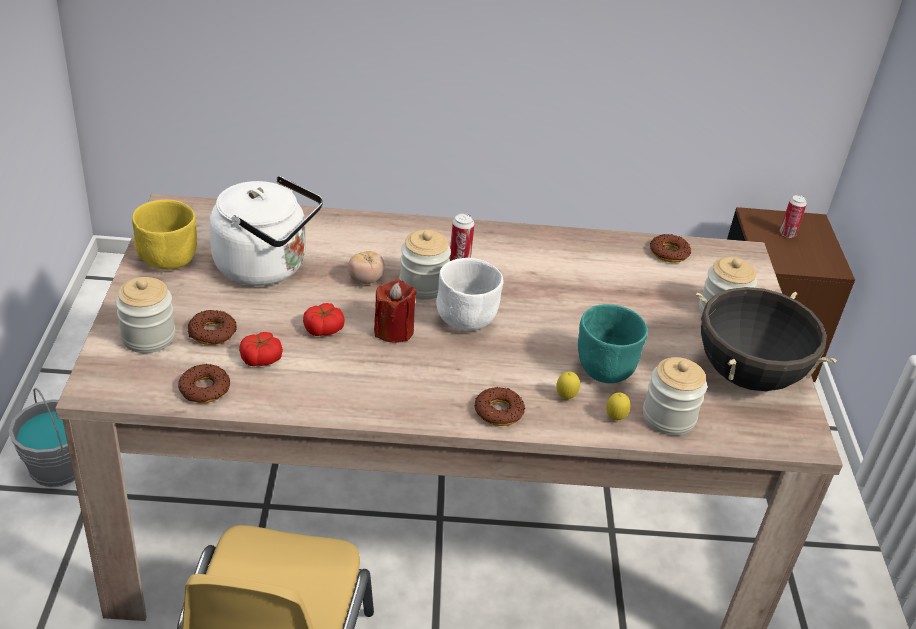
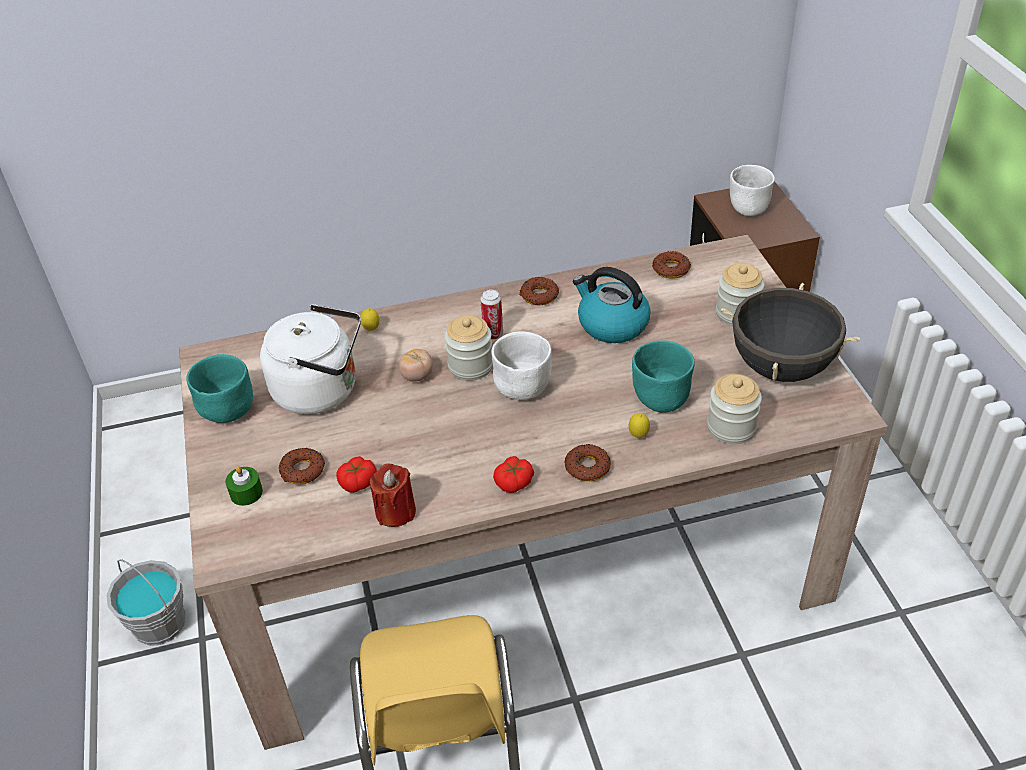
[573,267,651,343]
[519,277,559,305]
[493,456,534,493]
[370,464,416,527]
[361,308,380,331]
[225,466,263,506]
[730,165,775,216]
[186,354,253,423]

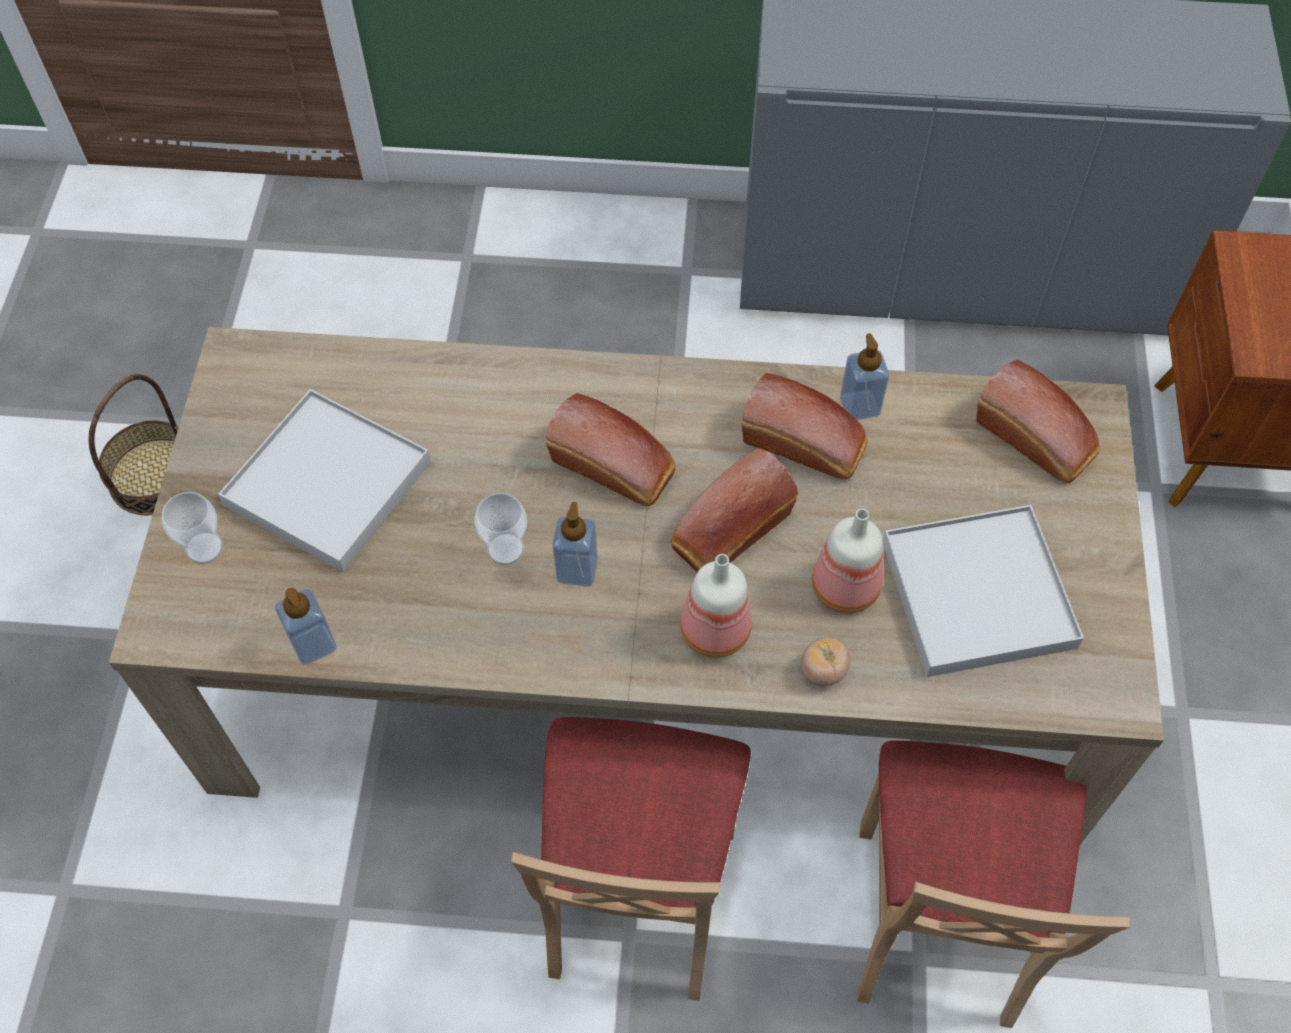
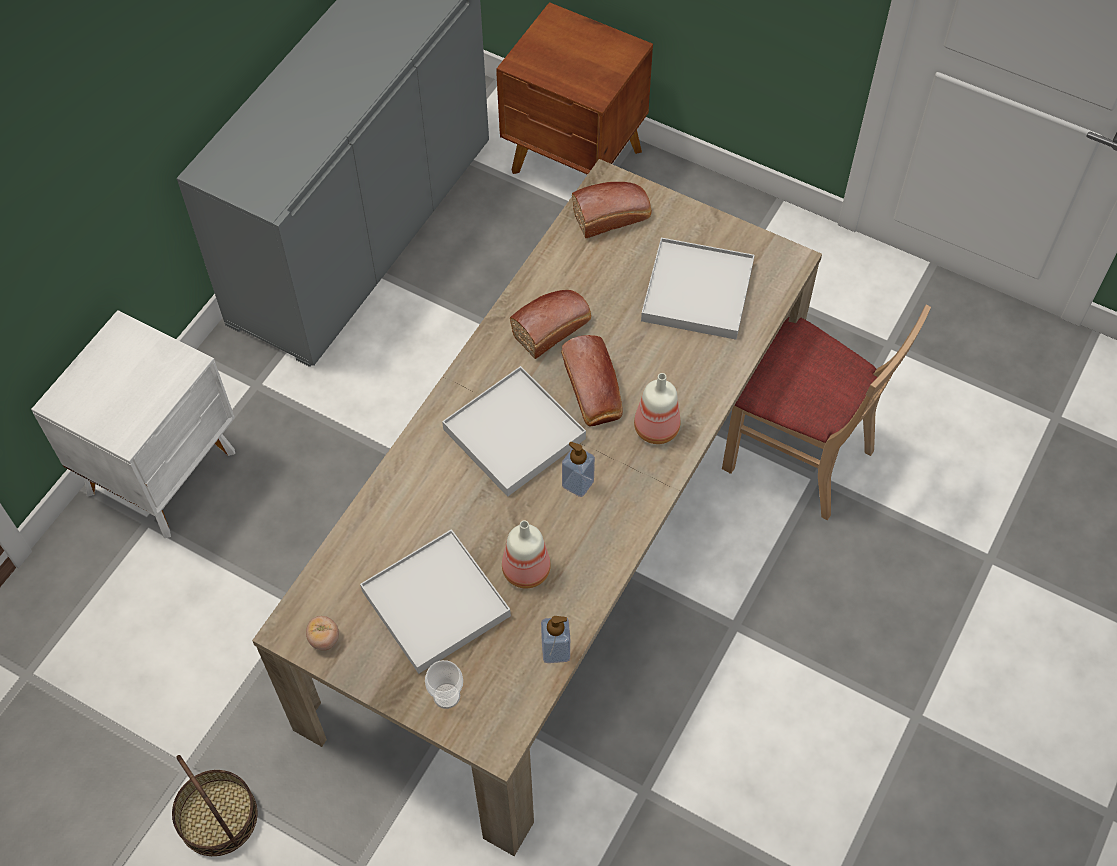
[475,493,527,565] (first image)
[511,717,751,1001] (first image)
[840,333,889,420] (first image)
[31,310,235,538]
[306,616,339,651]
[502,520,551,588]
[442,366,586,497]

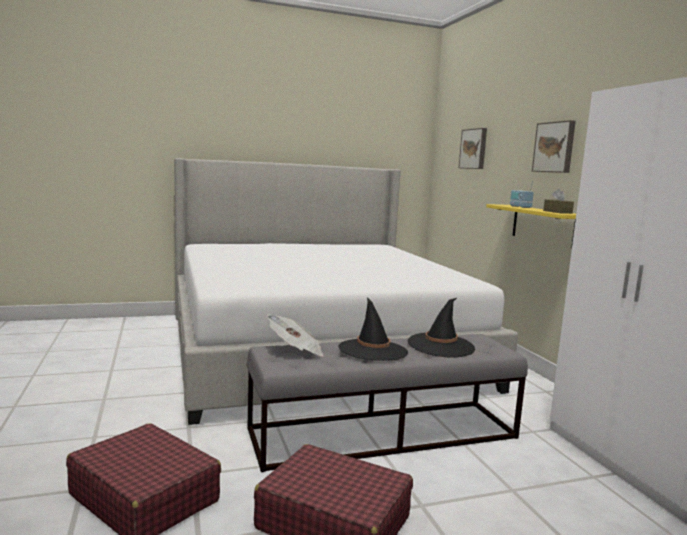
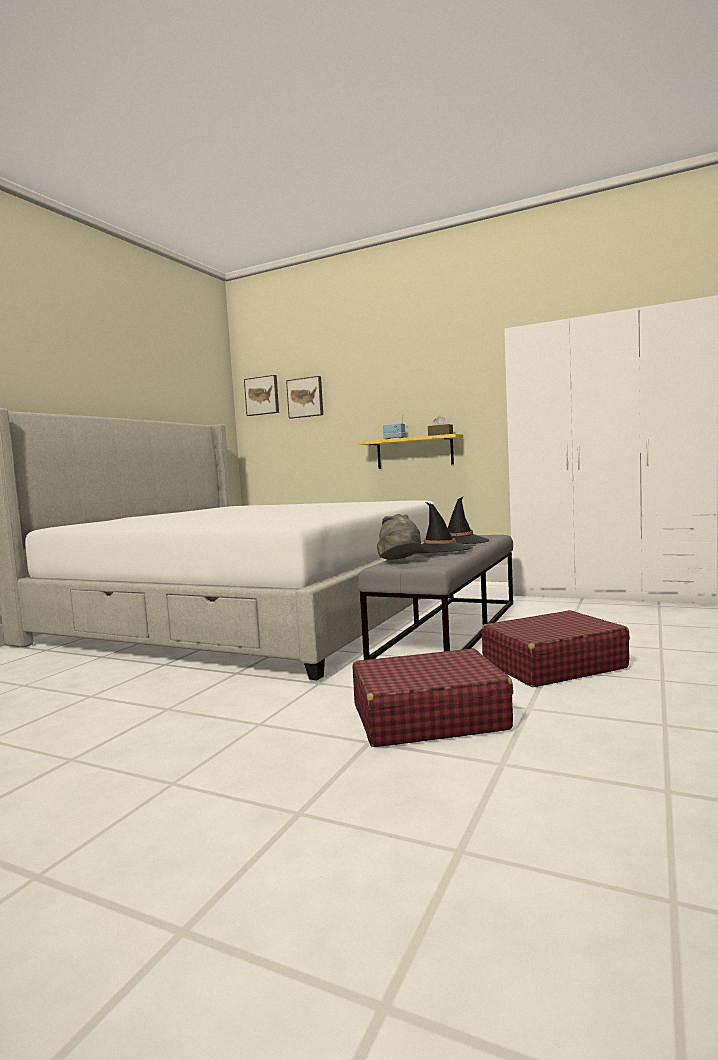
[244,375,279,416]
[377,514,421,560]

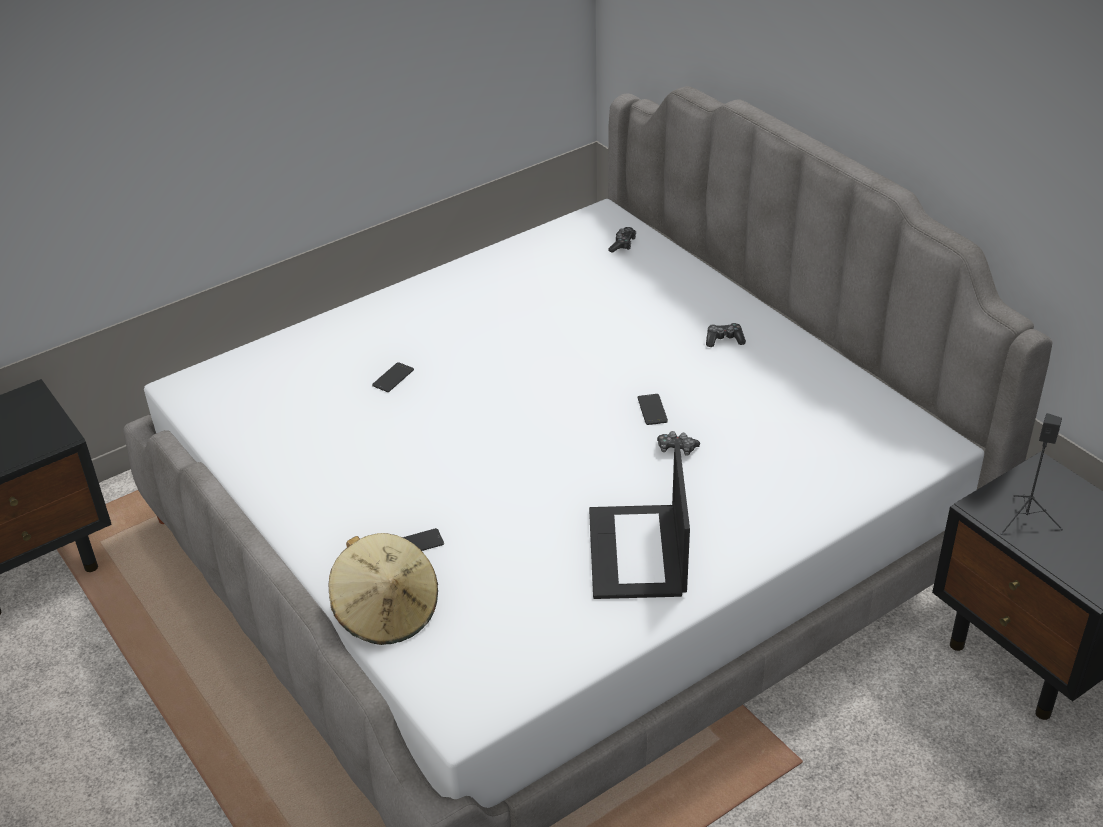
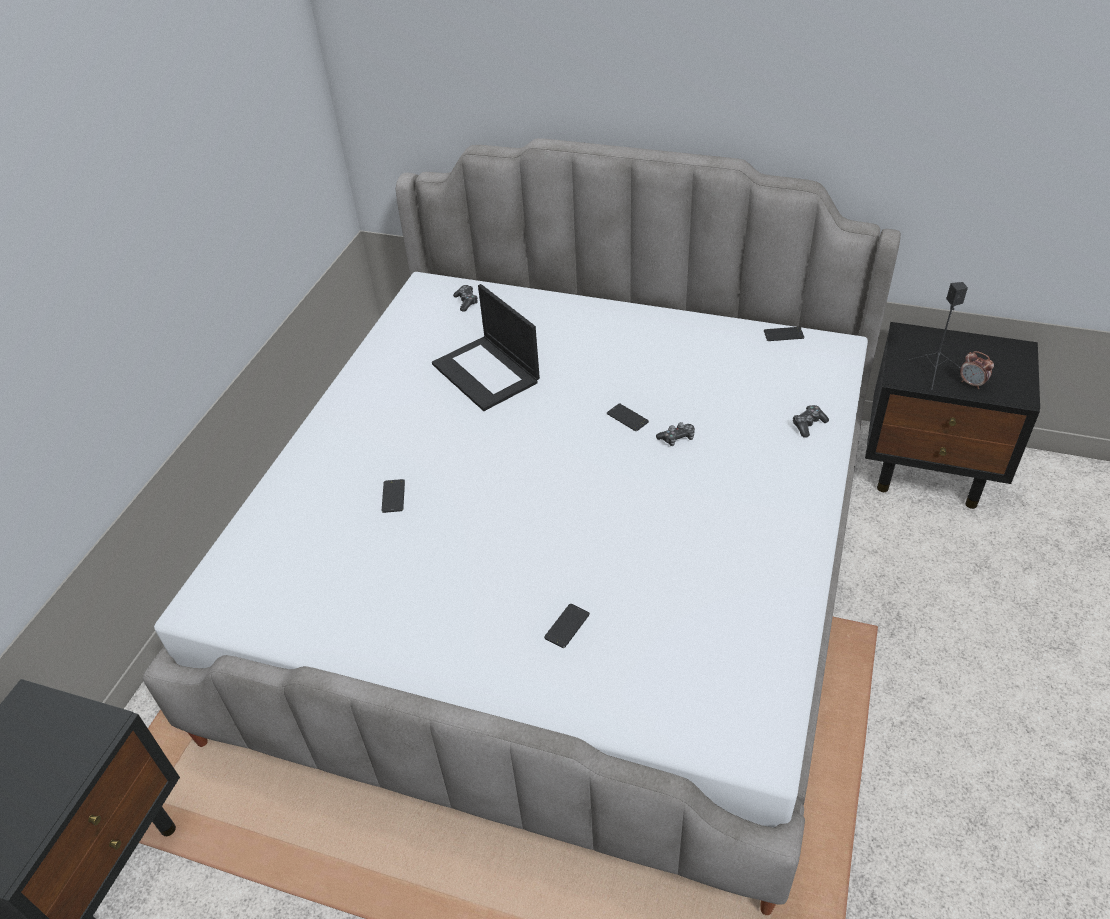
[329,533,438,645] (first image)
[764,327,804,341]
[960,351,994,389]
[432,284,540,411]
[793,405,829,437]

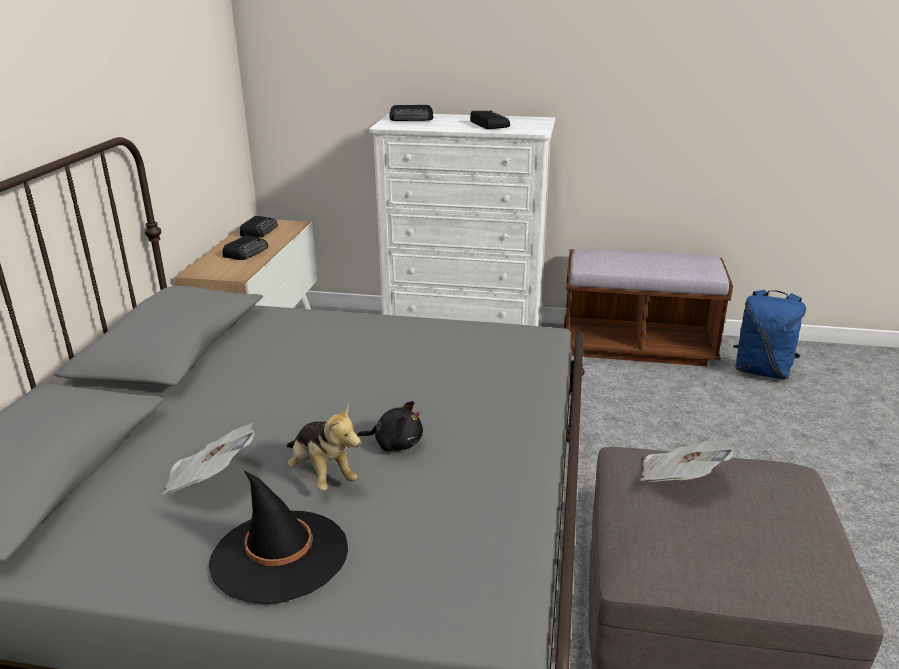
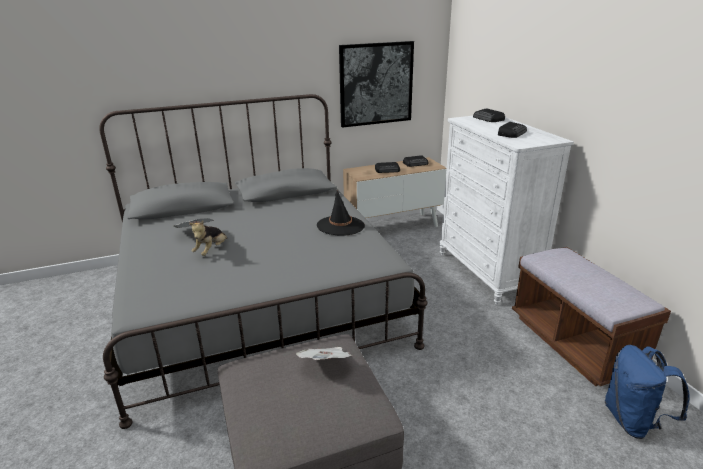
[357,401,423,451] (first image)
[339,41,414,128]
[317,190,365,236]

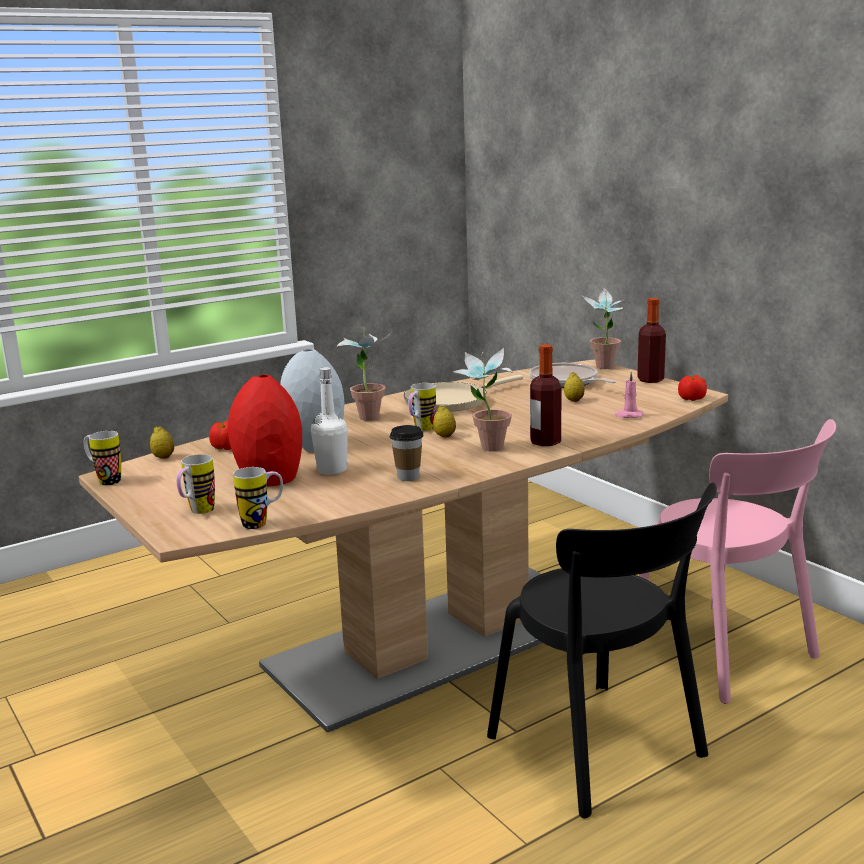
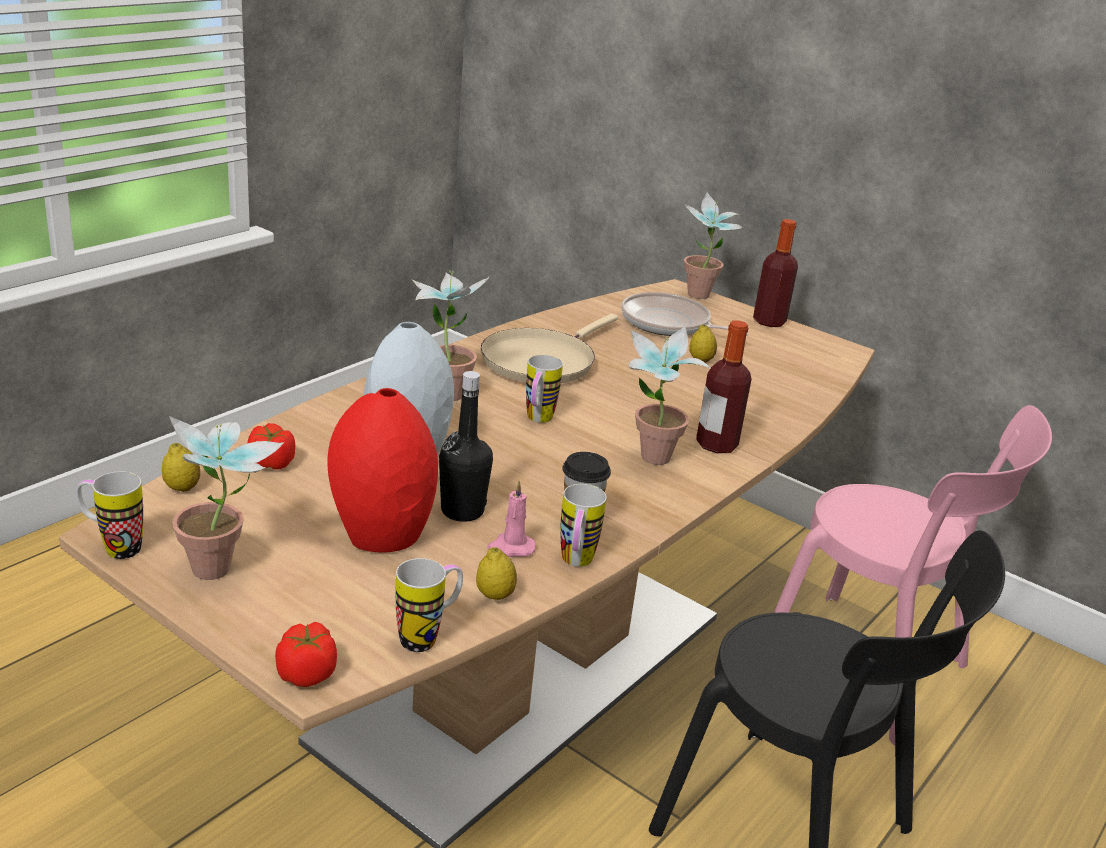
[169,416,284,580]
[560,484,607,567]
[476,547,517,600]
[487,481,536,557]
[275,622,337,687]
[439,371,493,522]

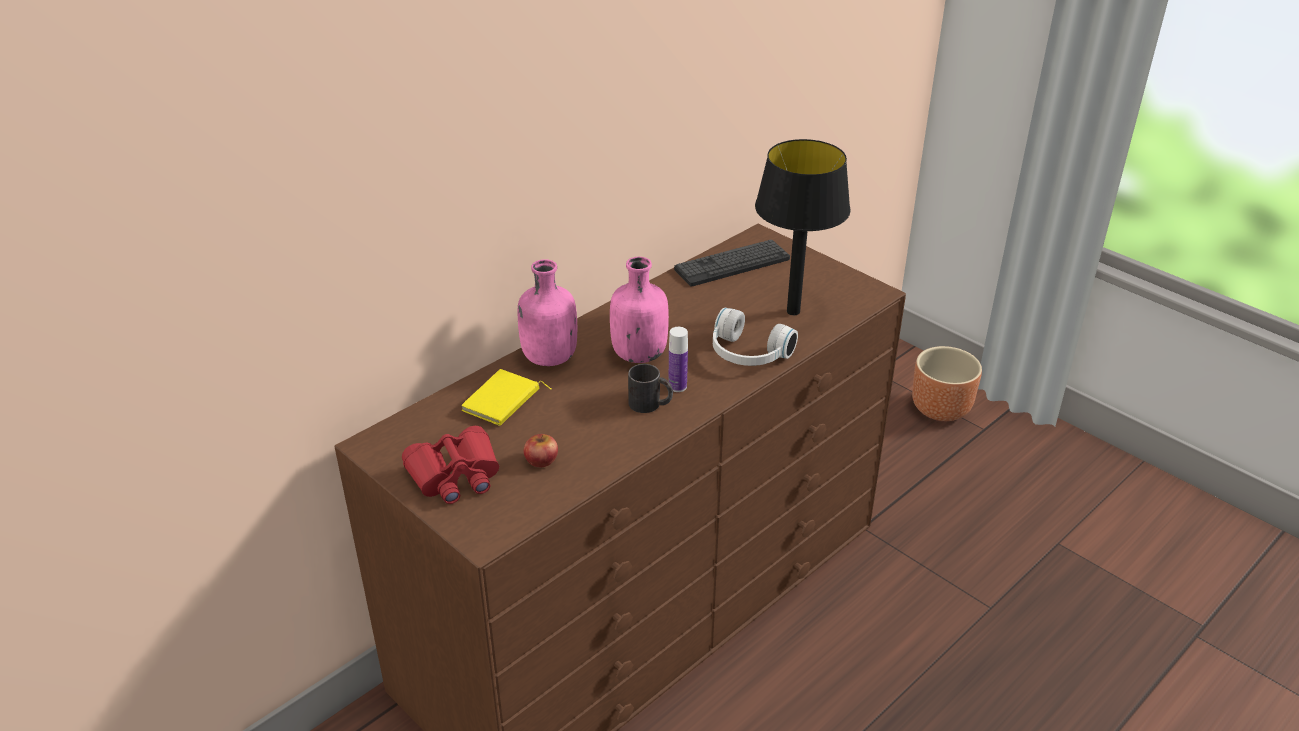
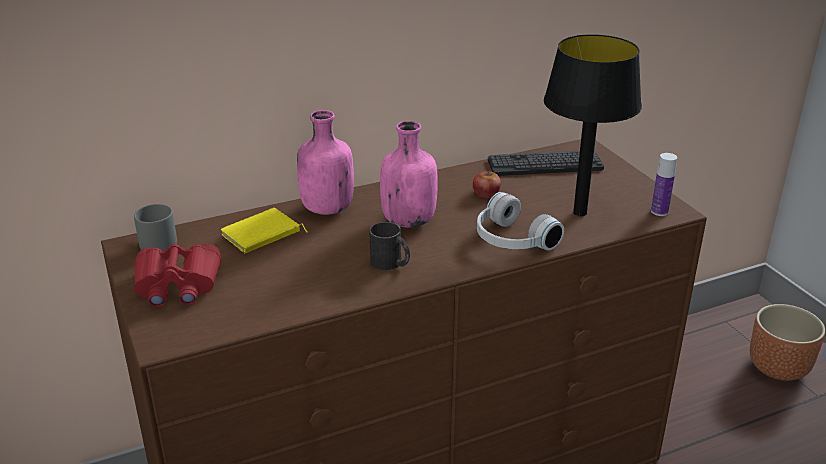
[134,204,177,251]
[473,170,501,198]
[651,153,677,216]

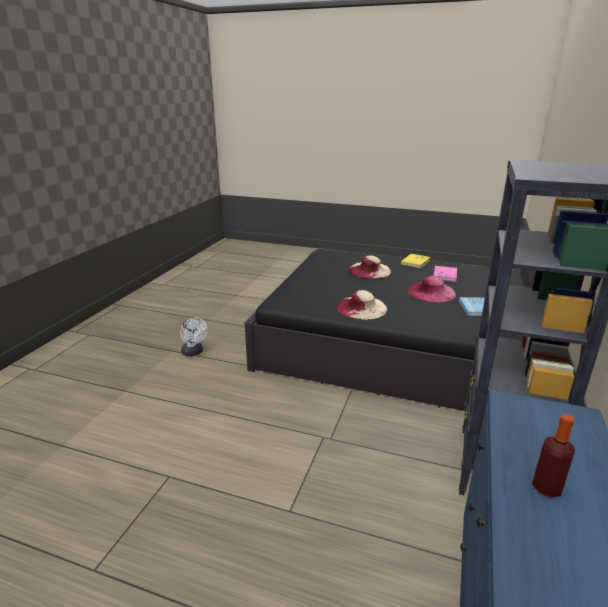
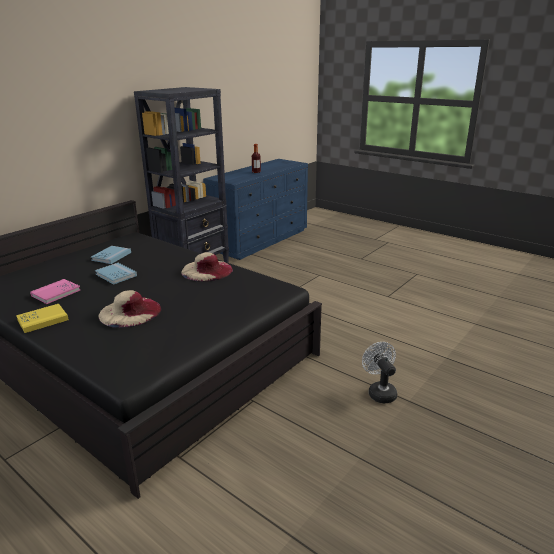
[95,263,137,285]

